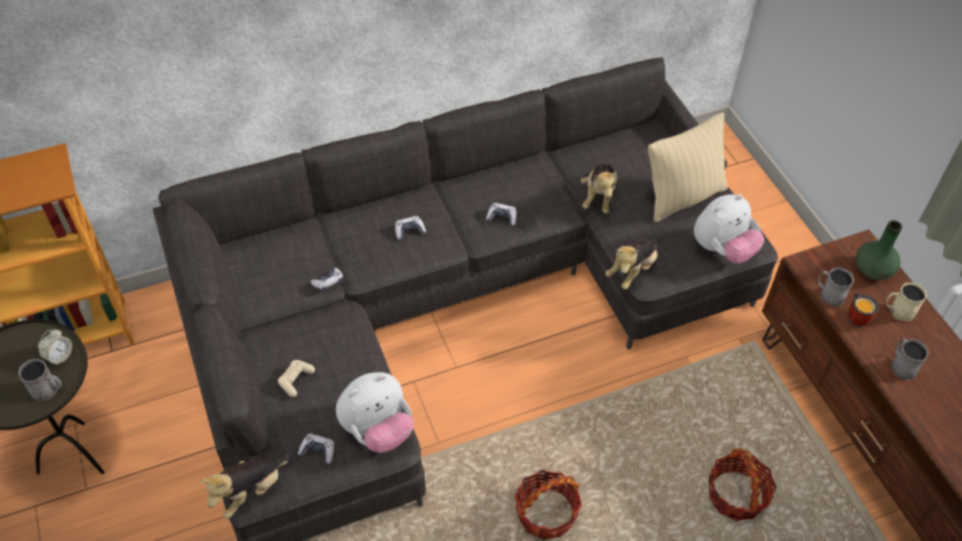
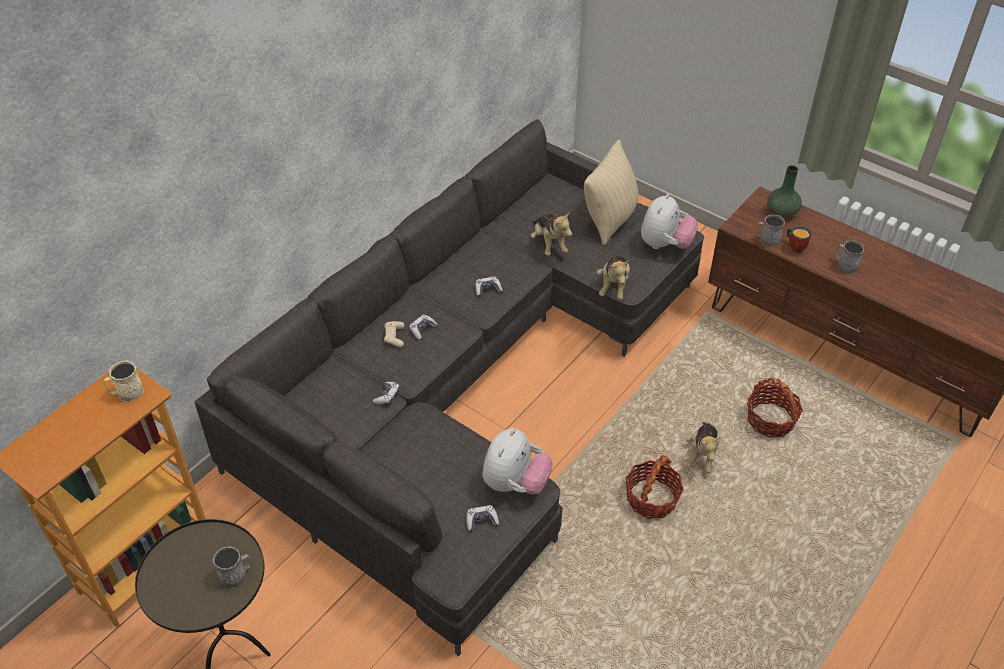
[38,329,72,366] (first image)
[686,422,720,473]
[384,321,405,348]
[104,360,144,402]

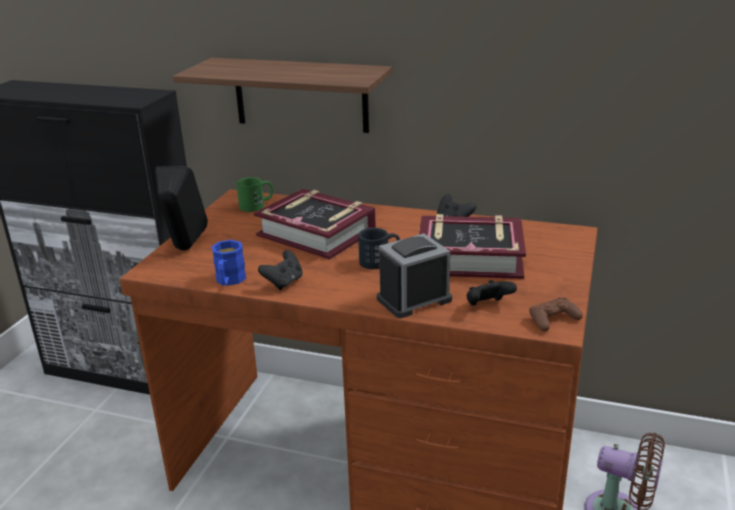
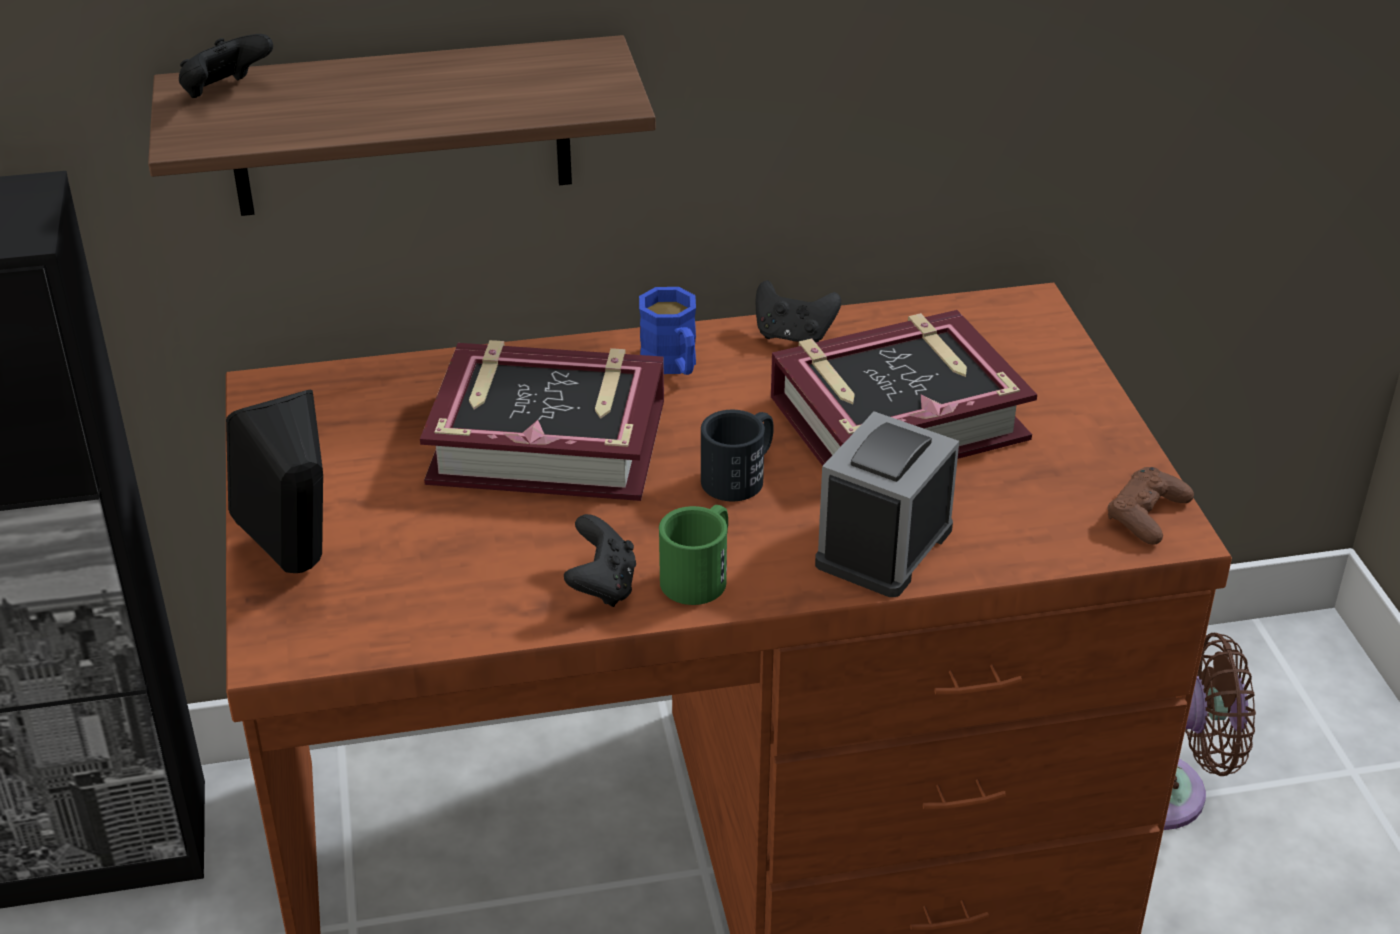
[639,287,696,375]
[659,505,728,605]
[179,34,273,98]

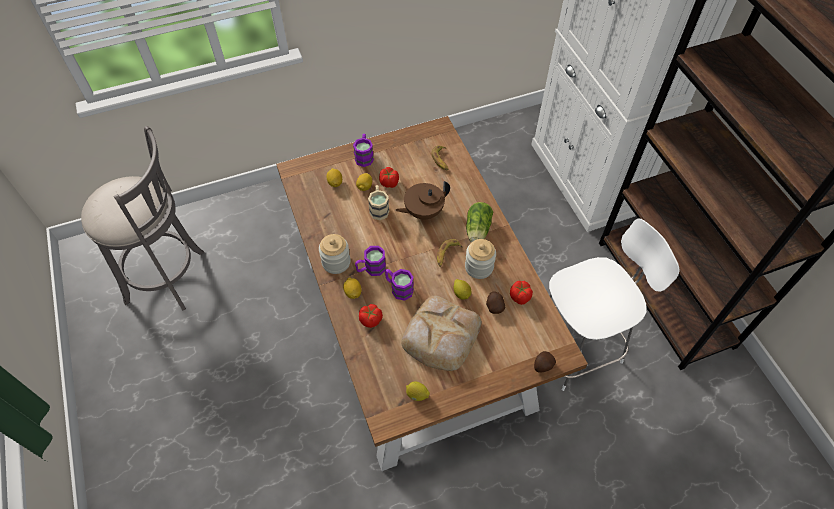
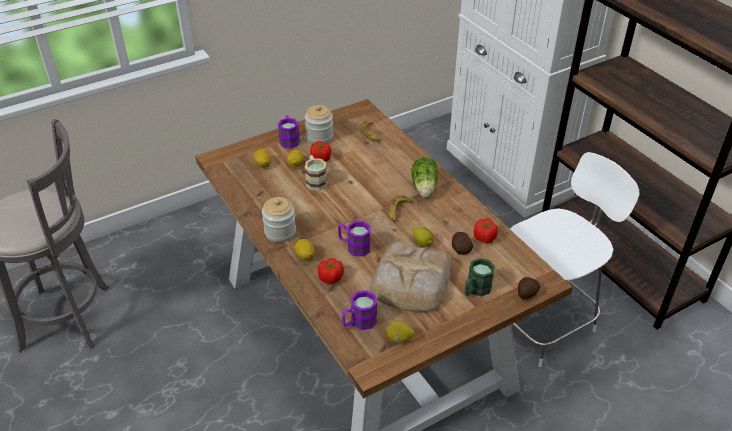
[395,181,450,220] (first image)
[465,258,495,296]
[342,290,377,330]
[305,105,333,144]

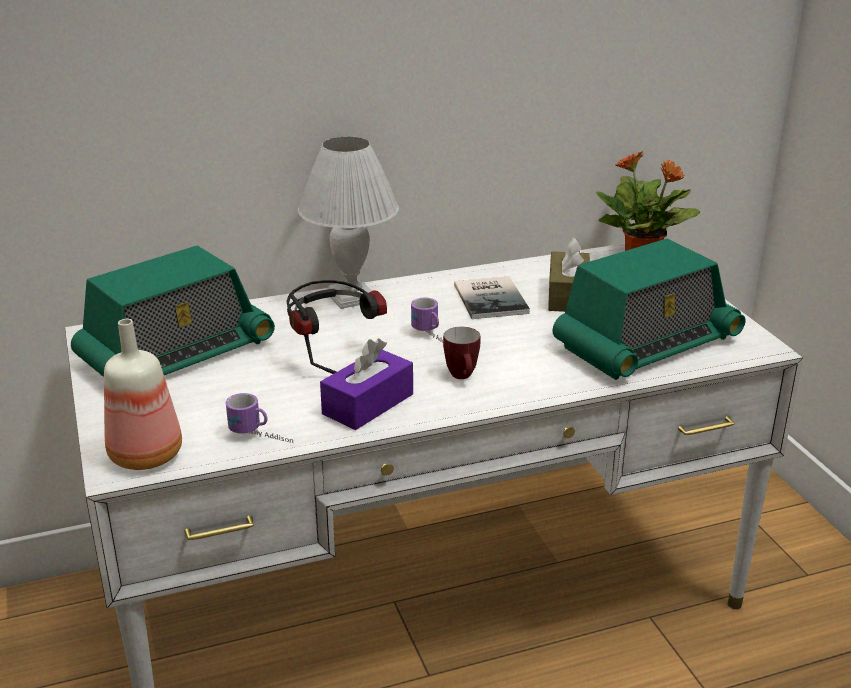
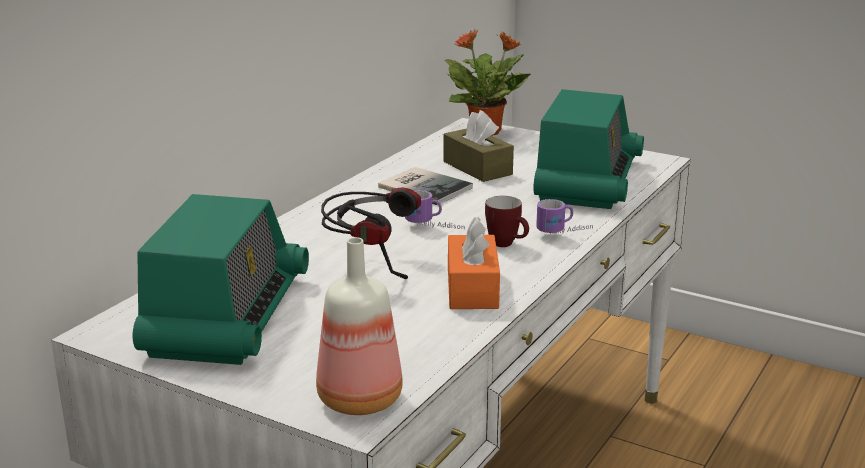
[298,137,399,309] (first image)
[536,199,593,234]
[448,217,500,309]

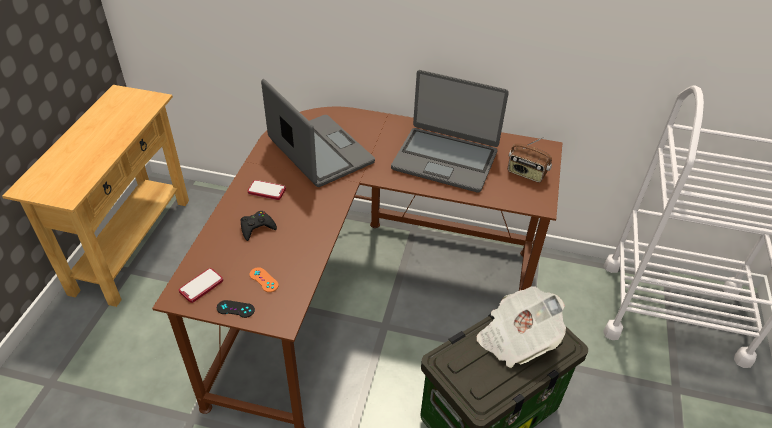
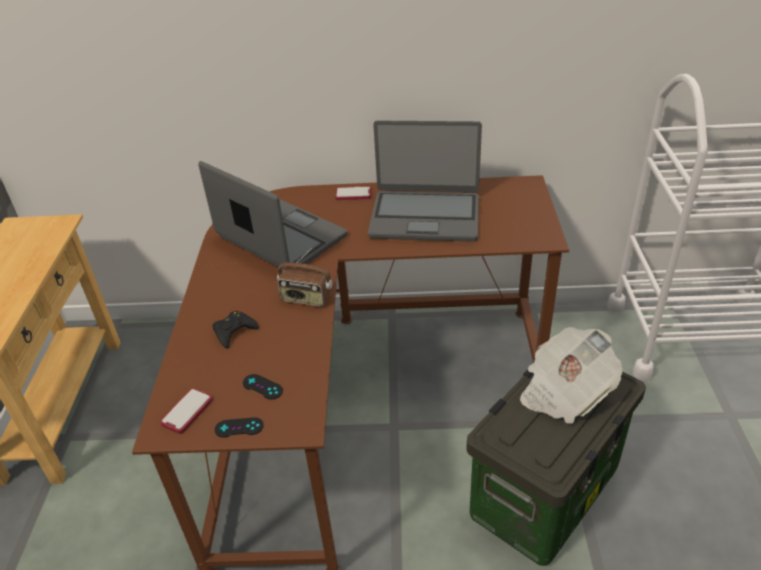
[335,186,371,200]
[277,249,333,307]
[243,374,283,400]

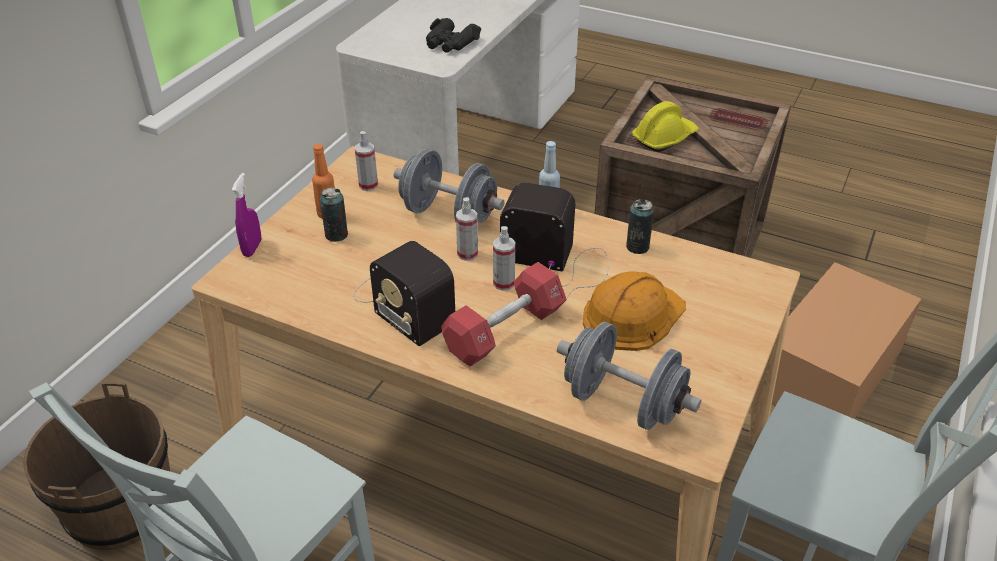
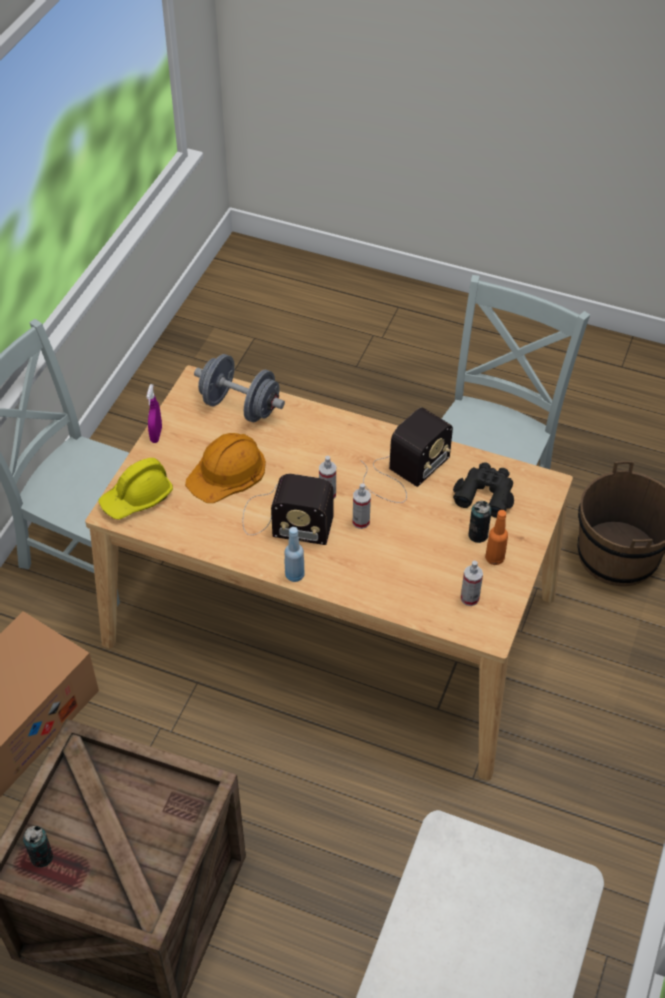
[394,149,504,223] (first image)
[441,262,567,366] (first image)
[146,384,162,443]
[453,462,514,518]
[23,826,53,867]
[98,458,173,520]
[360,408,453,503]

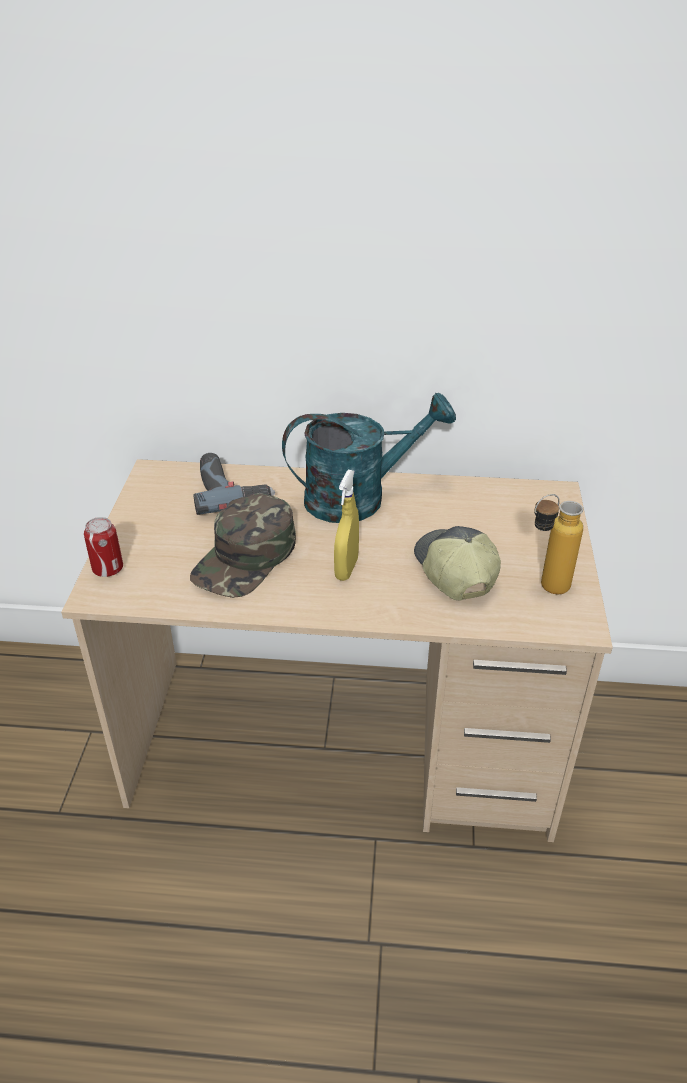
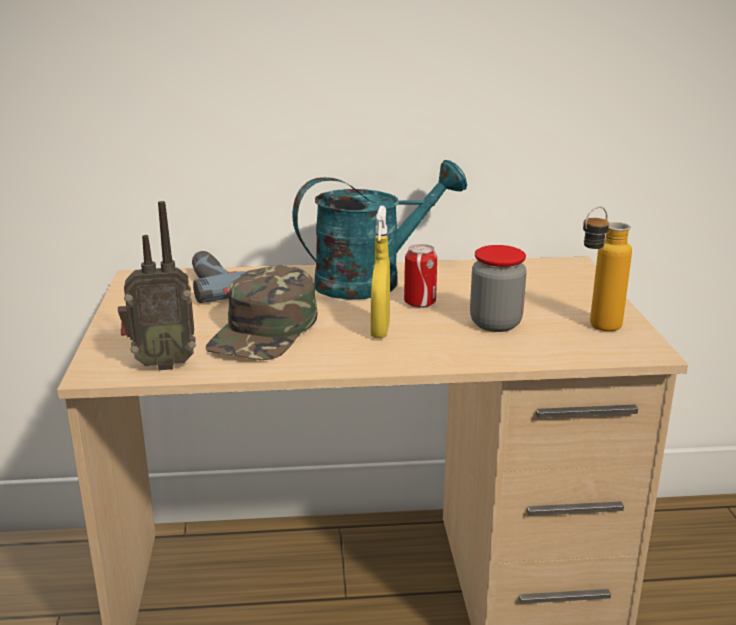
[118,201,196,371]
[404,244,437,308]
[470,245,527,332]

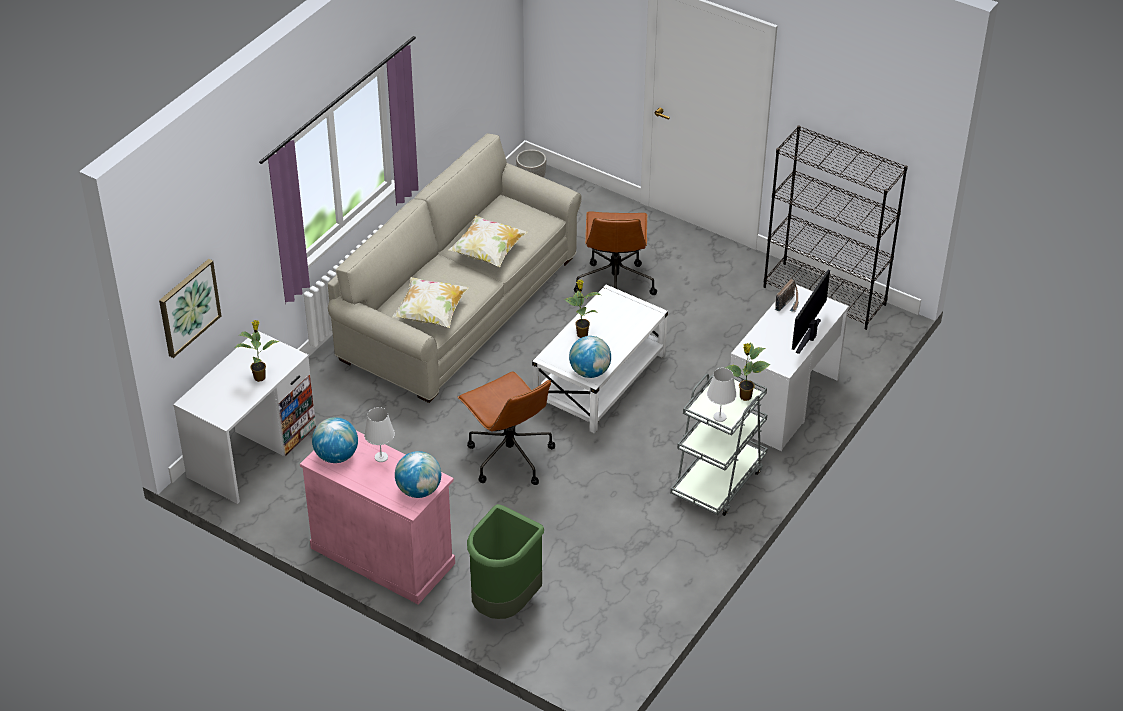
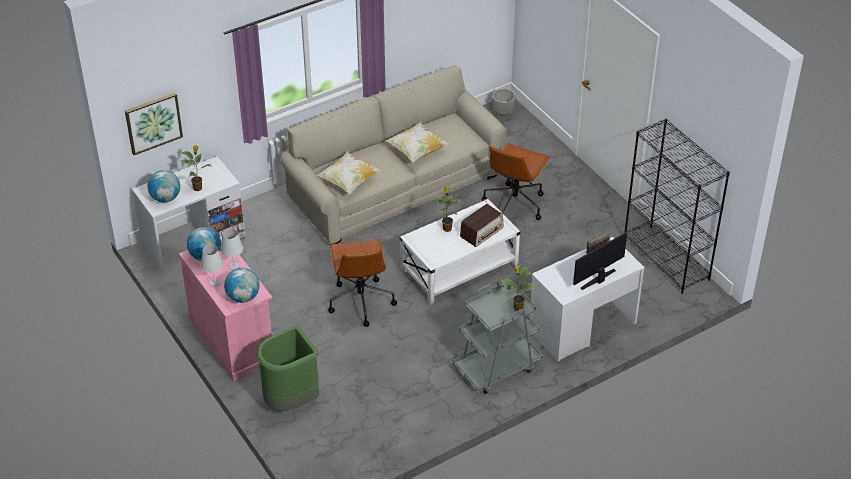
[460,204,503,247]
[148,170,180,202]
[201,244,224,286]

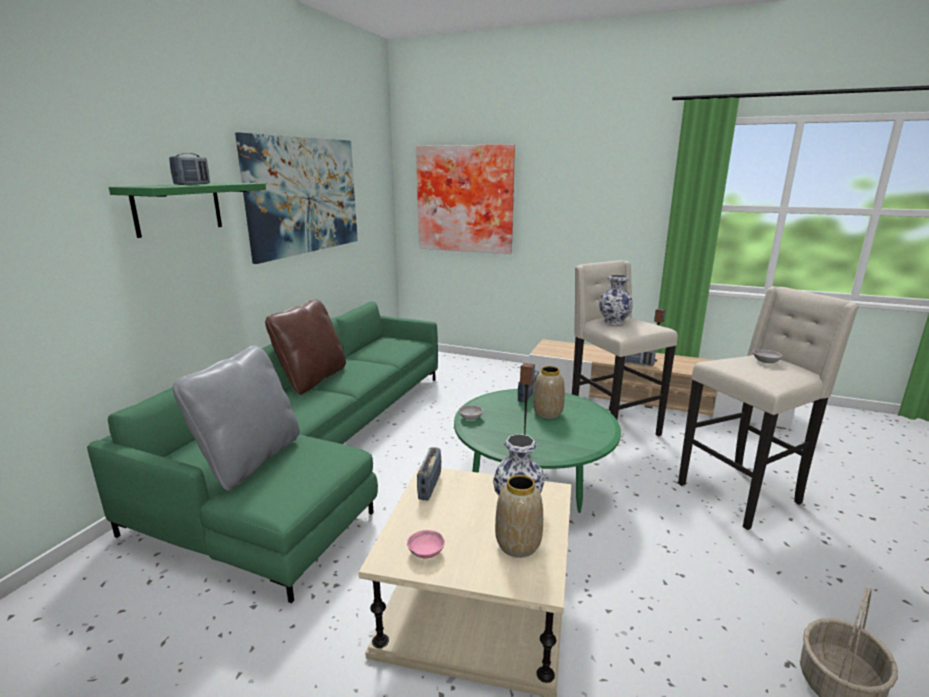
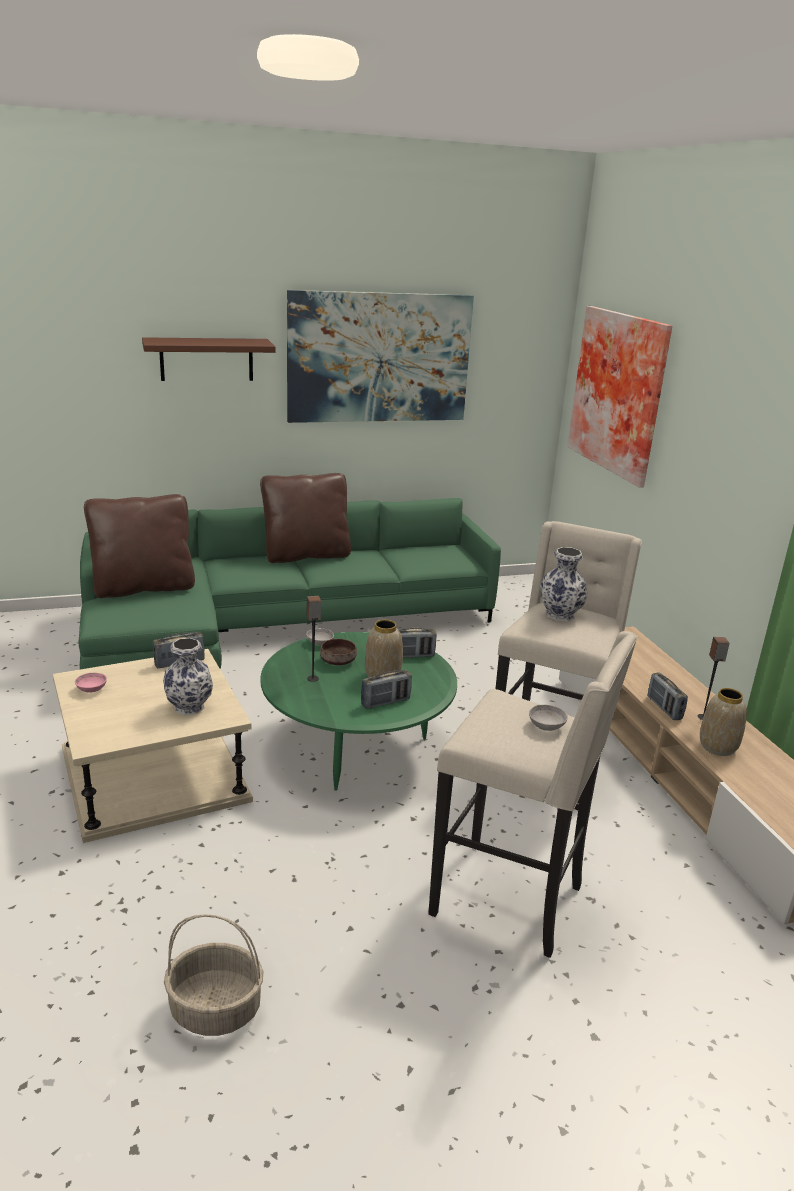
[320,639,357,665]
[361,670,412,709]
[700,688,747,756]
[142,337,276,381]
[84,494,195,598]

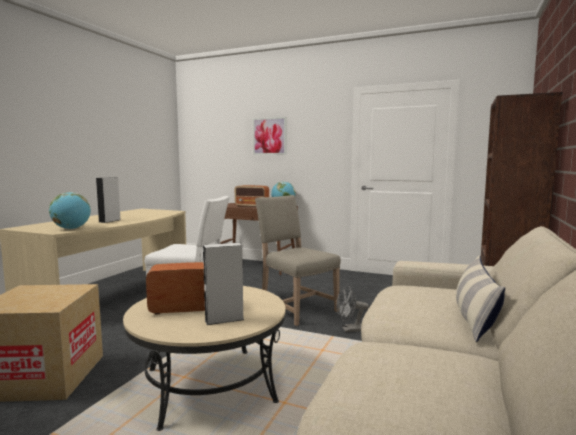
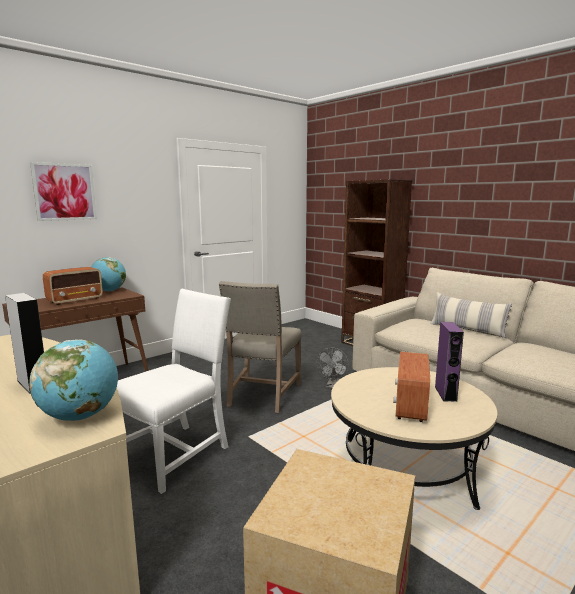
[435,322,464,402]
[219,281,301,413]

